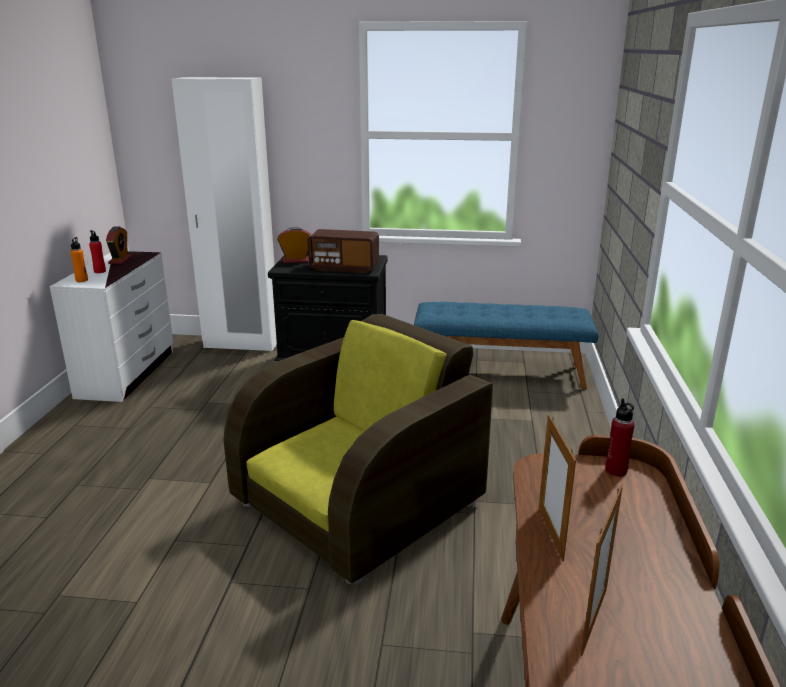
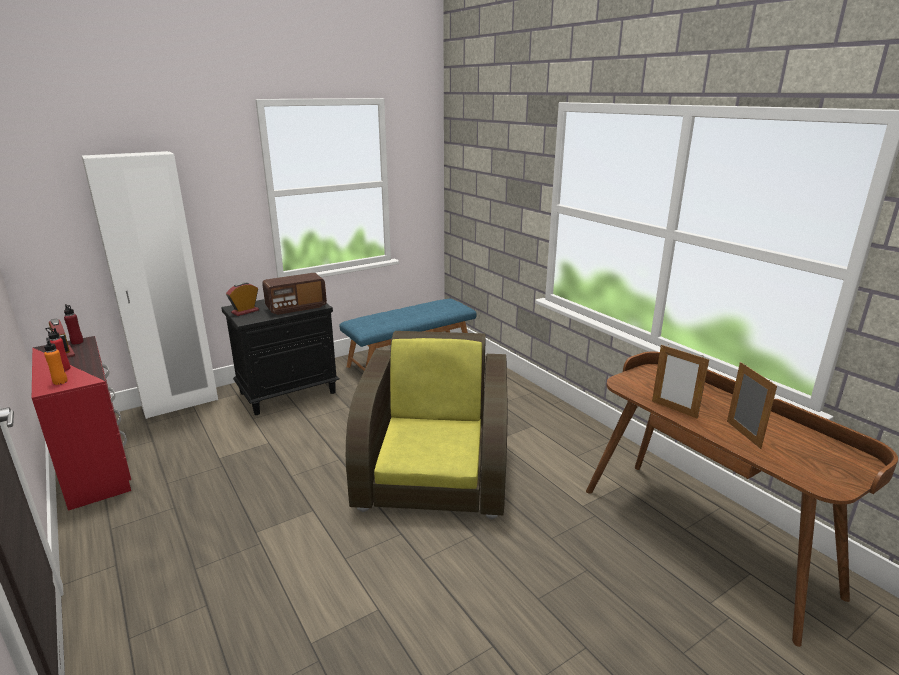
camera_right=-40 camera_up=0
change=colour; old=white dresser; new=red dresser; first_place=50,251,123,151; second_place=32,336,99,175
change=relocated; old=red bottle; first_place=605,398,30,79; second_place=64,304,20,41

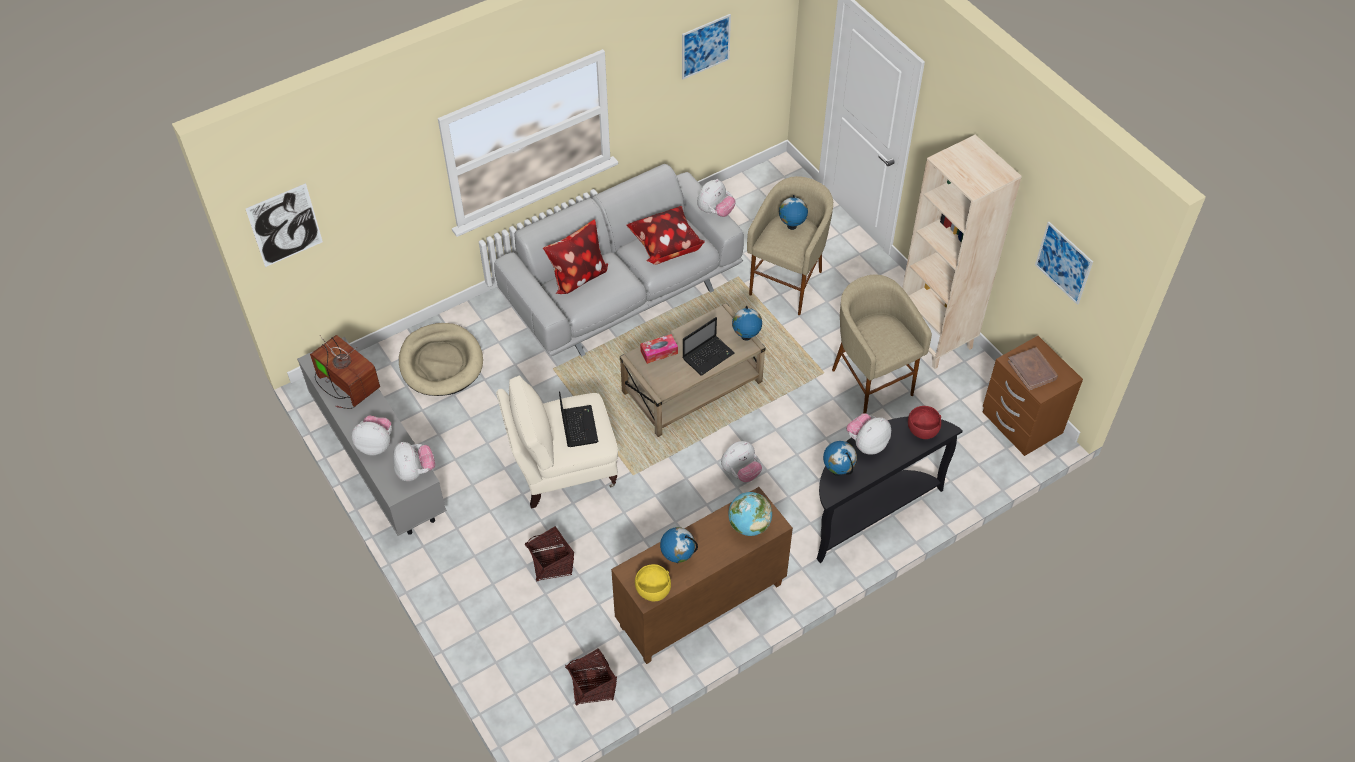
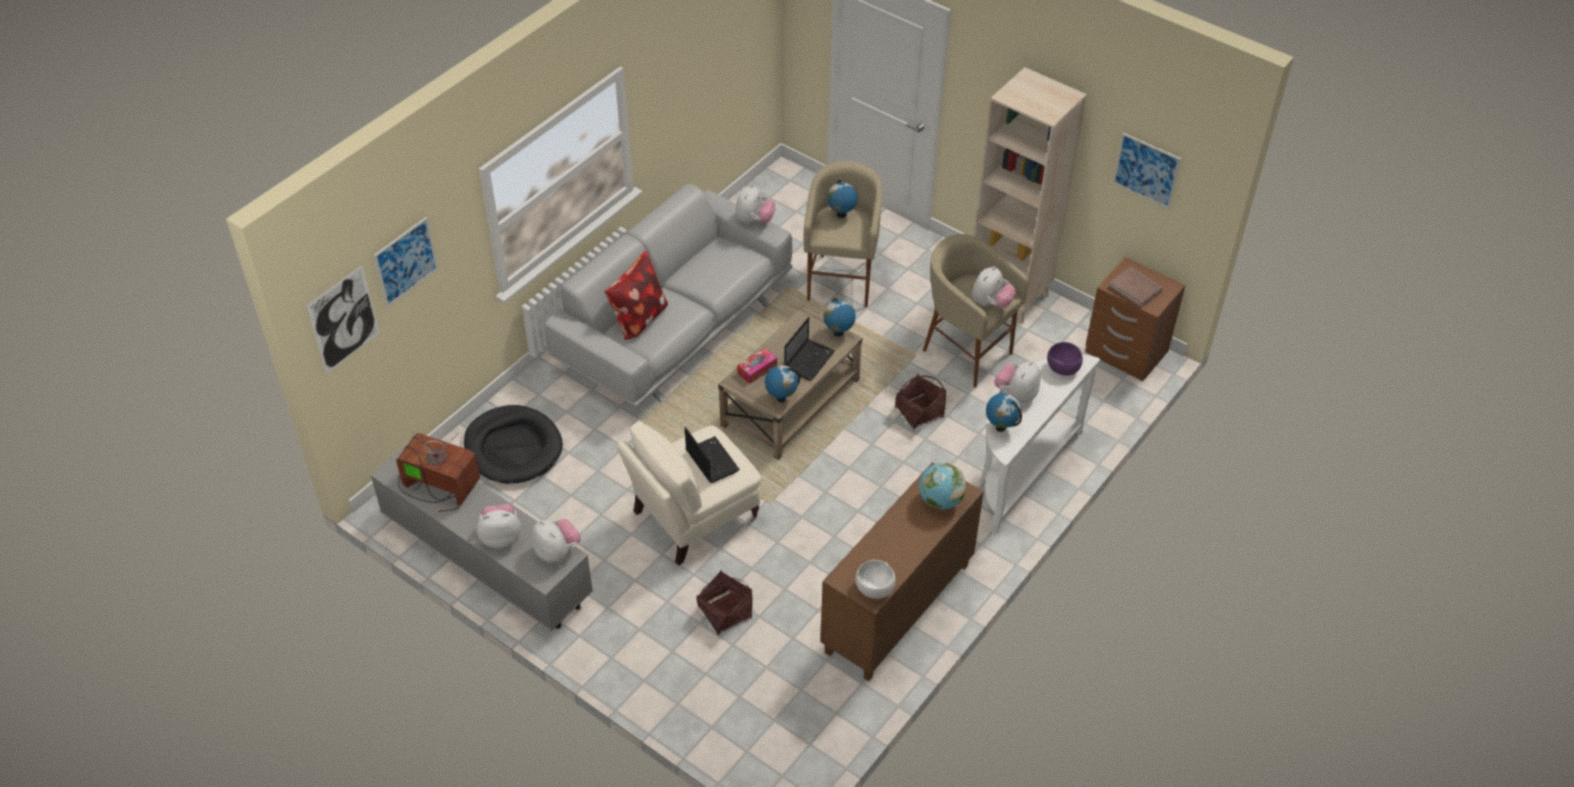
camera_right=-20 camera_up=-5
change=relocated; old=picture; first_place=682,14,49,66; second_place=374,217,64,90
change=missing; old=pillow; first_place=626,206,79,59
change=colour; old=beige dog bed; new=black dog bed; first_place=399,323,84,73; second_place=464,405,99,79
change=colour; old=red bowl; new=purple bowl; first_place=908,406,33,33; second_place=1047,342,36,34
change=colour; old=black console table; new=white console table; first_place=817,416,146,147; second_place=980,354,120,180
change=relocated; old=plush toy; first_place=721,441,41,41; second_place=972,266,44,43
change=relocated; old=globe; first_place=660,527,38,36; second_place=765,365,35,37
change=colour; old=yellow bowl; new=white bowl; first_place=635,564,36,37; second_place=856,560,40,39
change=relocated; old=basket; first_place=565,648,52,58; second_place=895,374,52,56

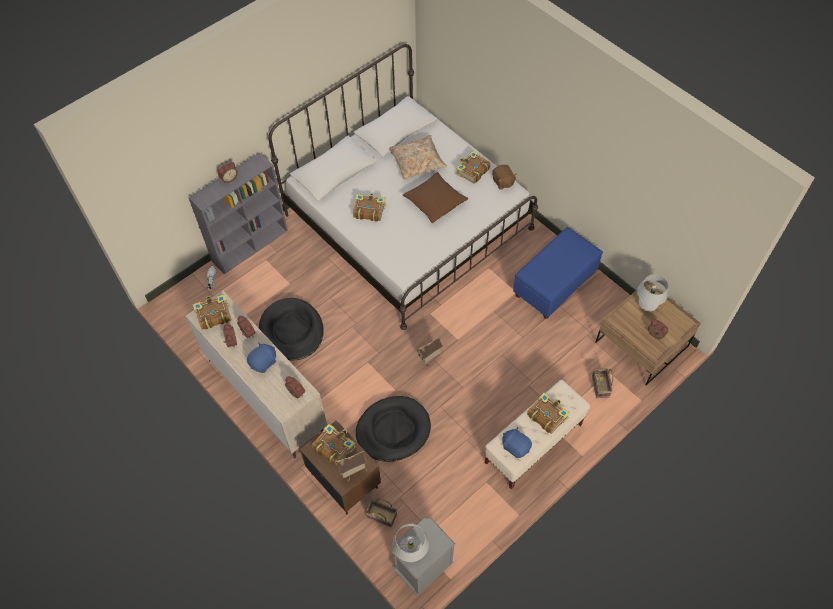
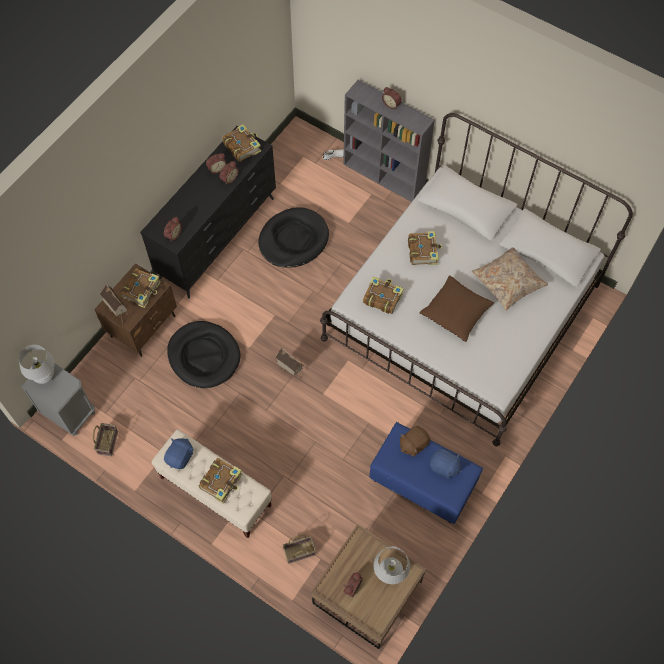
camera_right=75 camera_up=5
change=relocated; old=book; first_place=456,151,35,33; second_place=363,276,41,38
change=relocated; old=brown plush toy; first_place=492,165,25,25; second_place=400,426,31,31
change=colour; old=beige dresser; new=black dresser; first_place=186,290,141,169; second_place=140,126,136,173
change=relocated; old=blue plush toy; first_place=247,342,29,31; second_place=430,449,32,30
change=relocated; old=basket; first_place=365,498,32,30; second_place=93,423,25,33

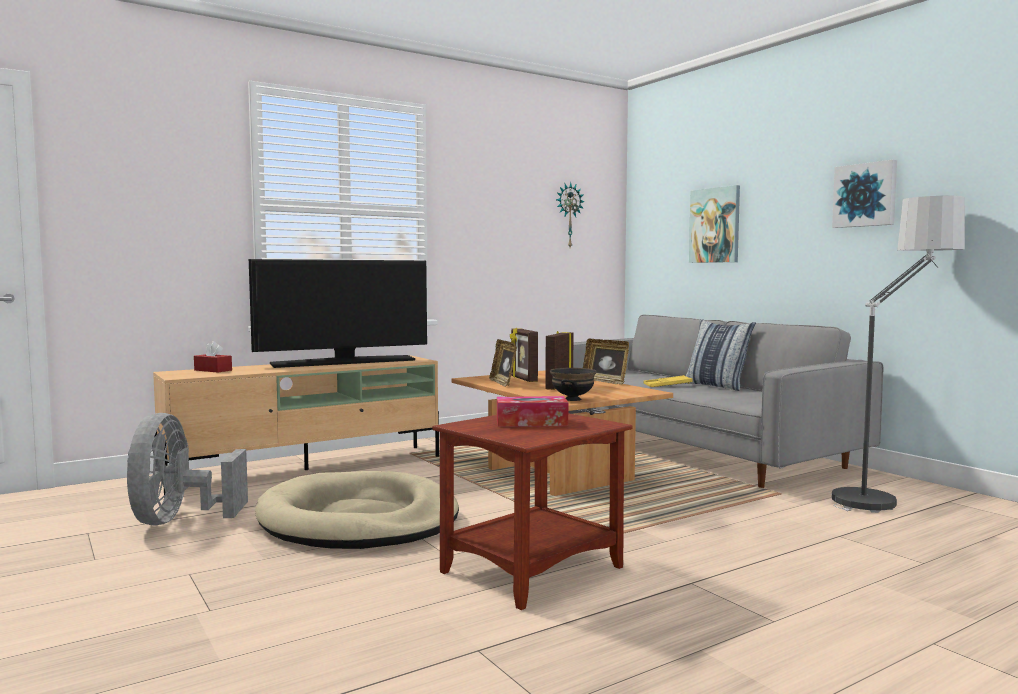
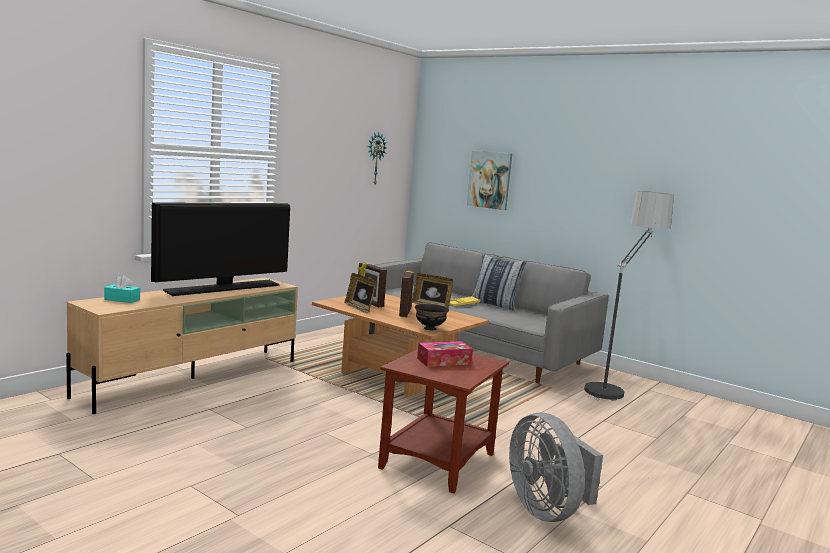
camera_right=-20 camera_up=5
change=missing; old=picture; first_place=832,160,65,68
change=colour; old=red tissue box; new=turquoise tissue box; first_place=194,341,38,32; second_place=104,275,36,28
change=relocated; old=grey fan; first_place=127,413,121,112; second_place=509,412,94,110
change=missing; old=beige dog bed; first_place=255,471,204,78

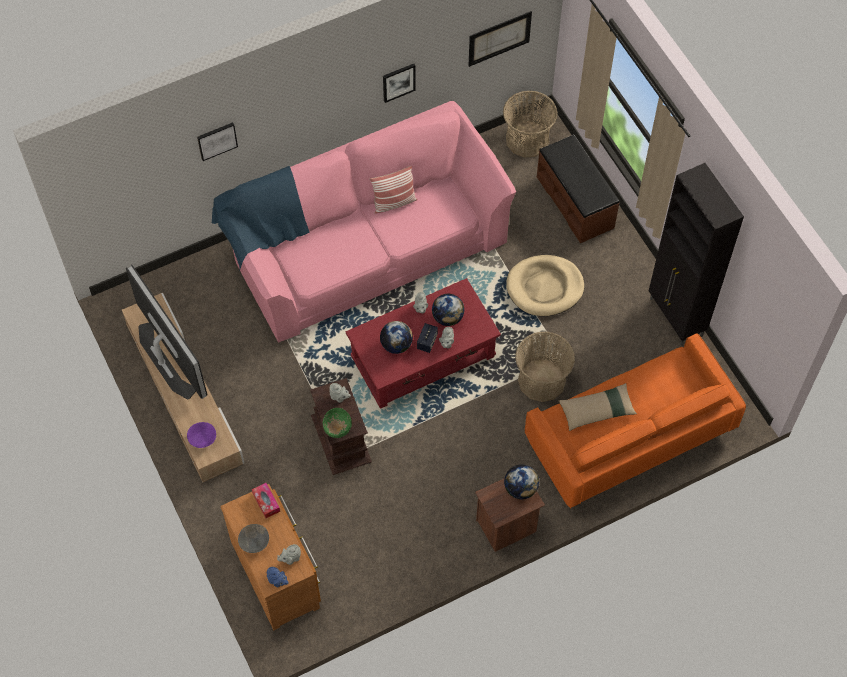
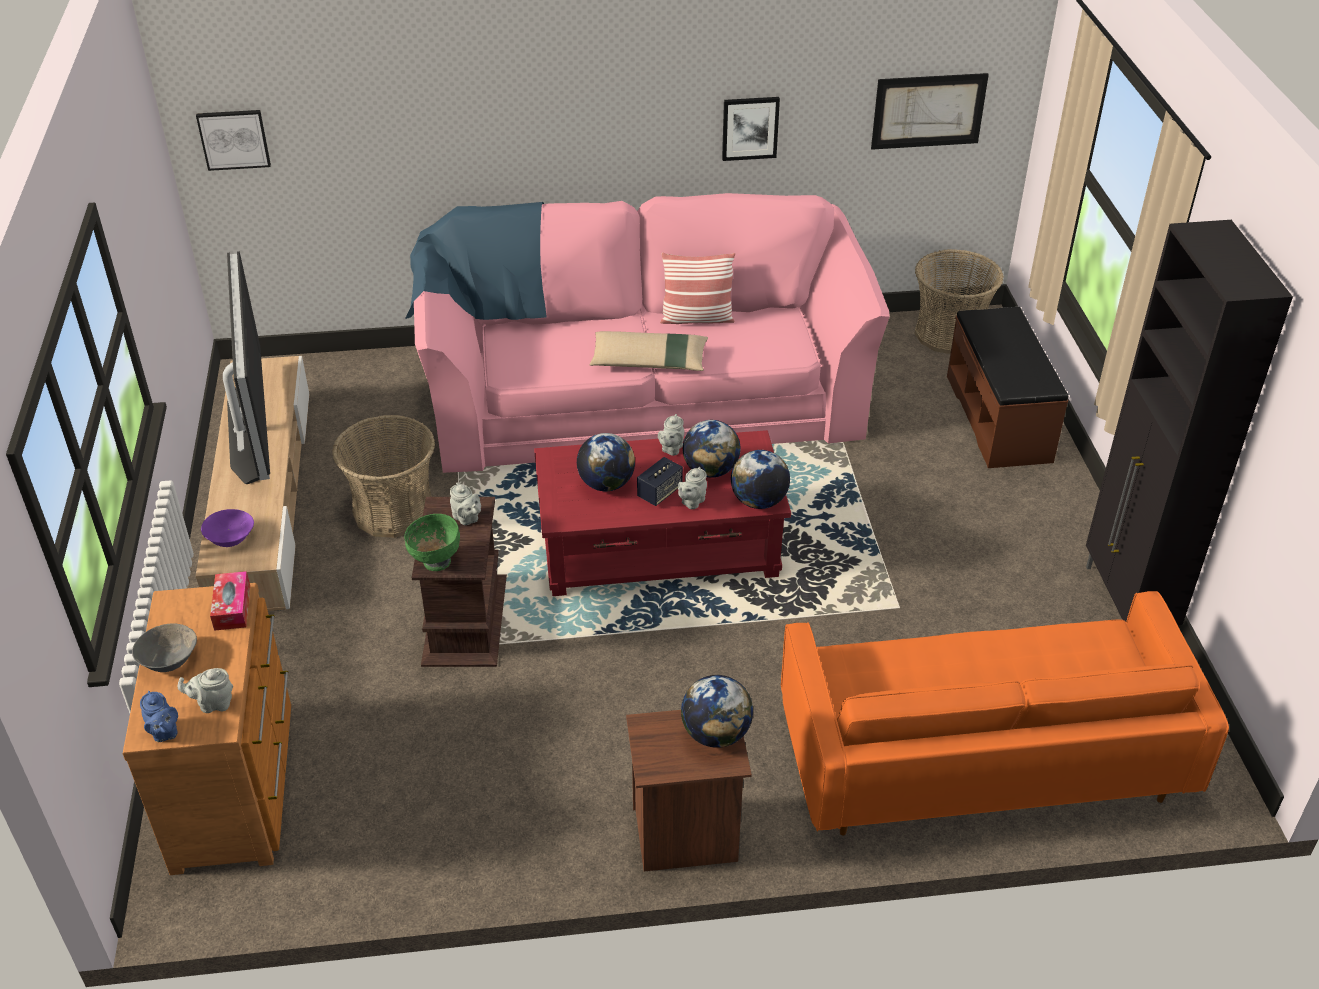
camera_right=20 camera_up=-20
change=relocated; old=picture; first_place=197,123,41,38; second_place=196,110,75,61
change=missing; old=beige dog bed; first_place=506,255,78,61
change=relocated; old=basket; first_place=515,332,60,70; second_place=332,415,103,123
change=relocated; old=beige pillow; first_place=558,383,79,48; second_place=589,331,119,40
change=appeared; new=globe; second_place=731,450,59,59

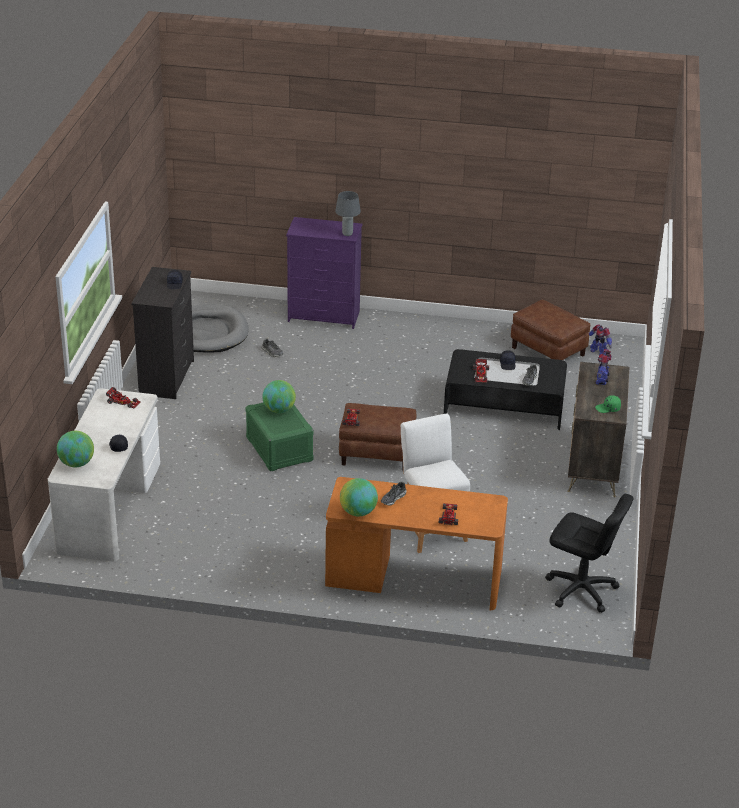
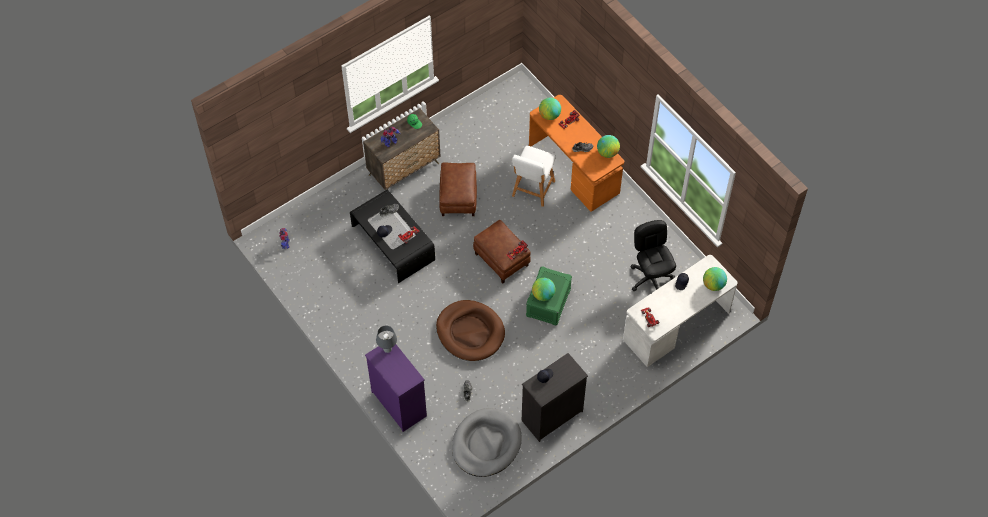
camera_right=-135 camera_up=25
change=relocated; old=brown ottoman; first_place=511,299,79,61; second_place=439,163,38,53
change=relocated; old=black office chair; first_place=545,494,88,119; second_place=630,220,46,71
change=appeared; new=globe; second_place=539,98,22,22
change=appeared; new=brown dog bed; second_place=436,300,69,61

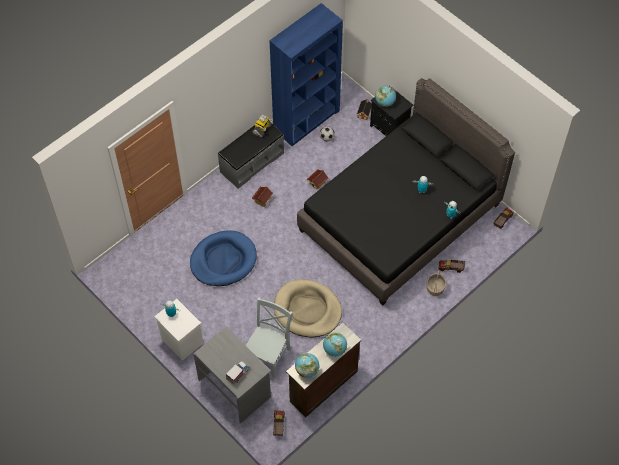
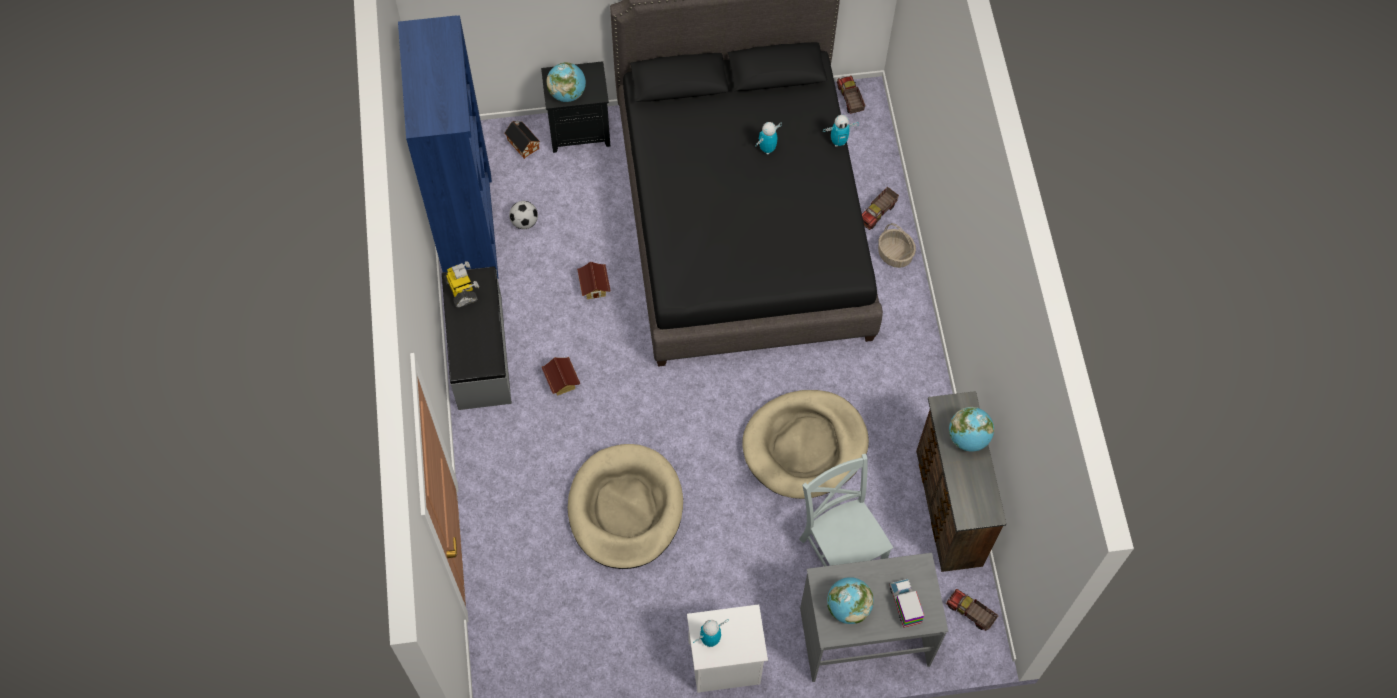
camera_right=-55 camera_up=5
change=colour; old=blue dog bed; new=beige dog bed; first_place=190,230,67,56; second_place=568,444,115,125
change=relocated; old=globe; first_place=295,353,24,25; second_place=827,577,47,47

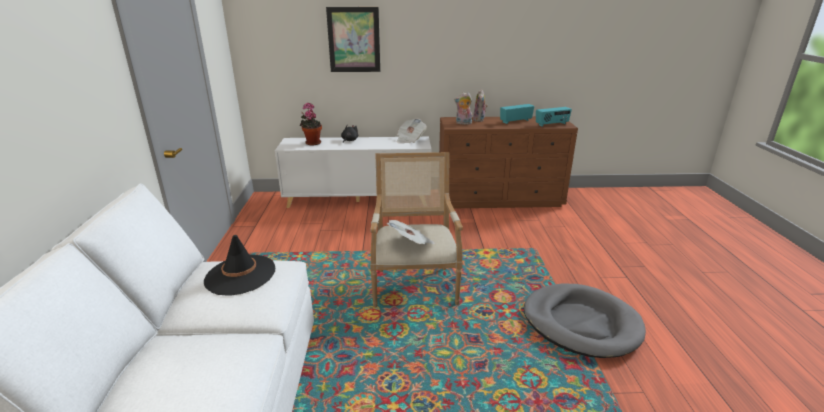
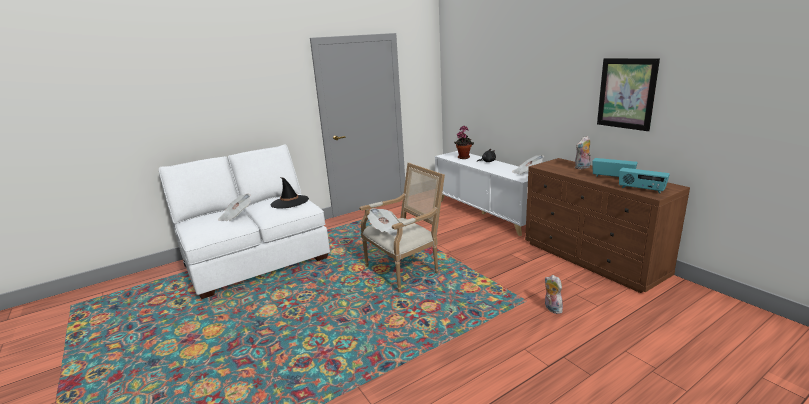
camera_right=60 camera_up=-5
change=relocated; old=picture; first_place=326,7,54,65; second_place=597,58,63,73
change=relocated; old=plush toy; first_place=454,92,18,33; second_place=545,275,18,39
change=missing; old=grey dog bed; first_place=524,283,122,75
change=appeared; new=newspaper; second_place=218,194,33,27

